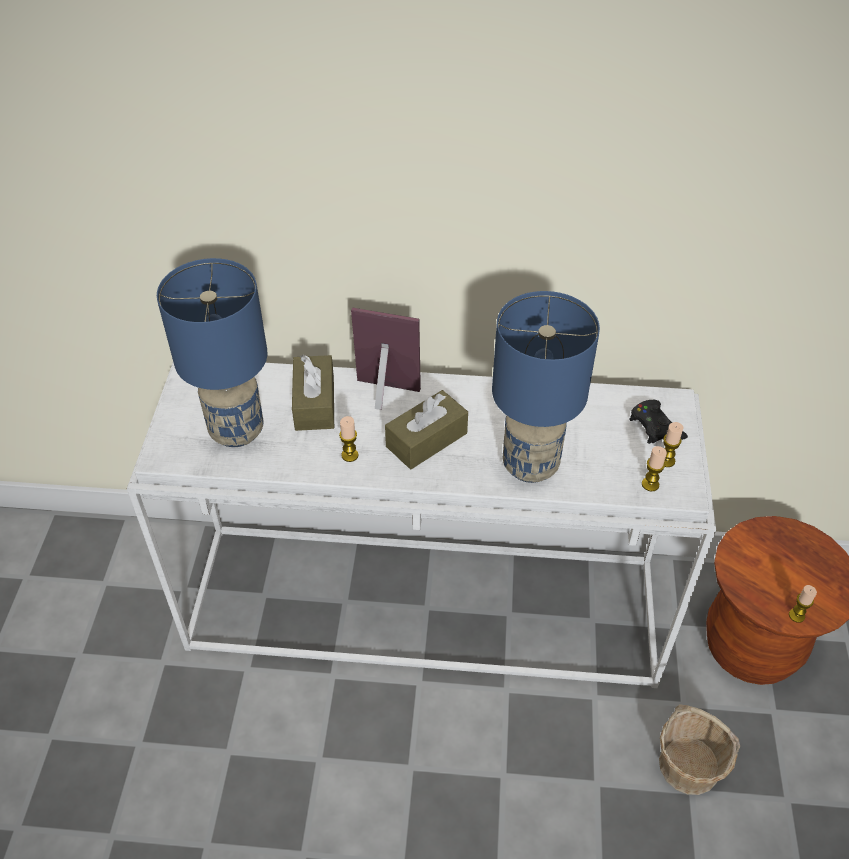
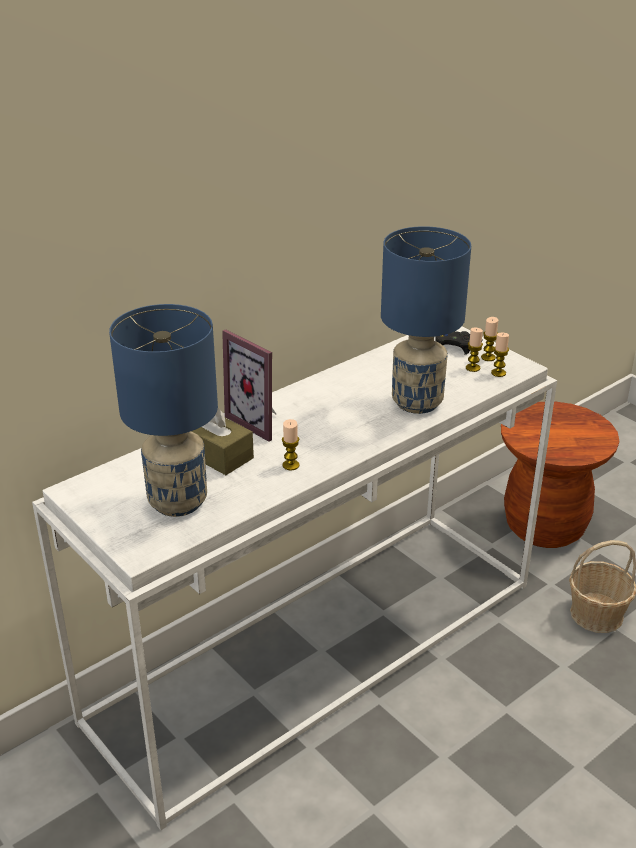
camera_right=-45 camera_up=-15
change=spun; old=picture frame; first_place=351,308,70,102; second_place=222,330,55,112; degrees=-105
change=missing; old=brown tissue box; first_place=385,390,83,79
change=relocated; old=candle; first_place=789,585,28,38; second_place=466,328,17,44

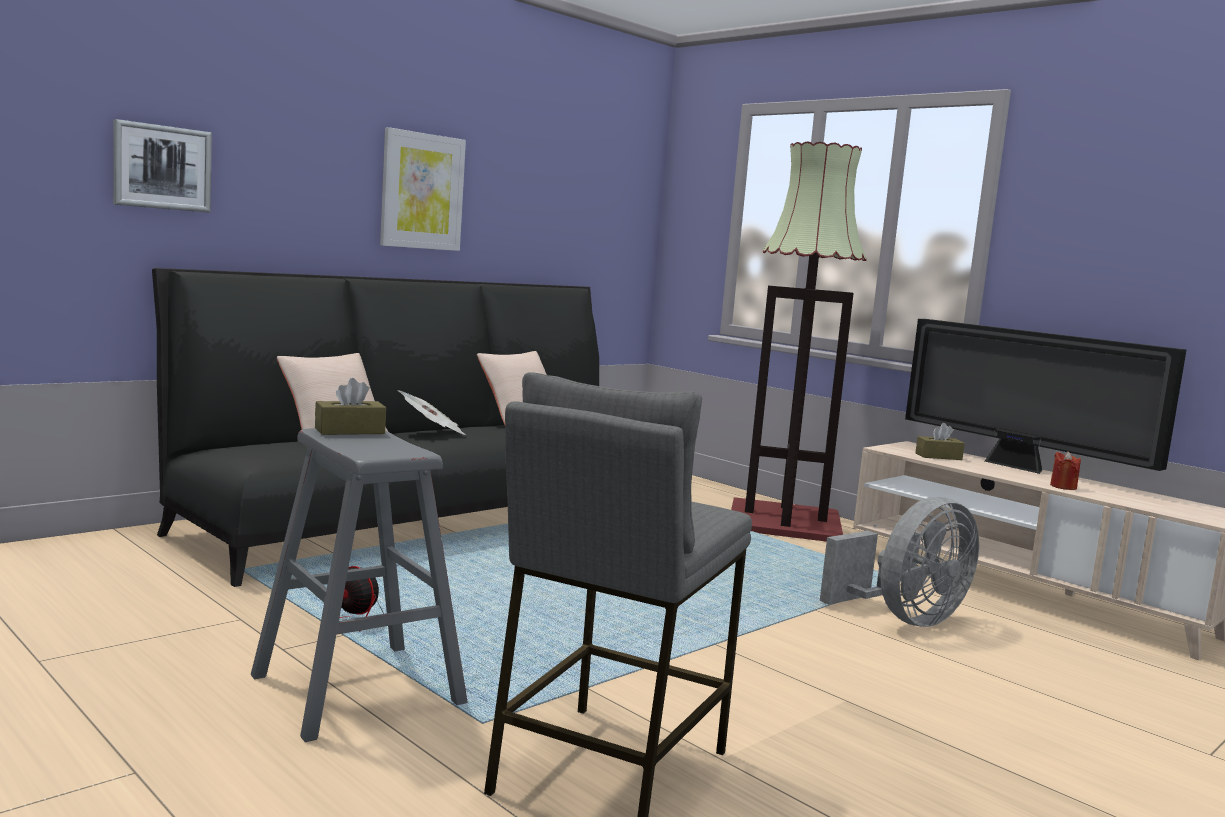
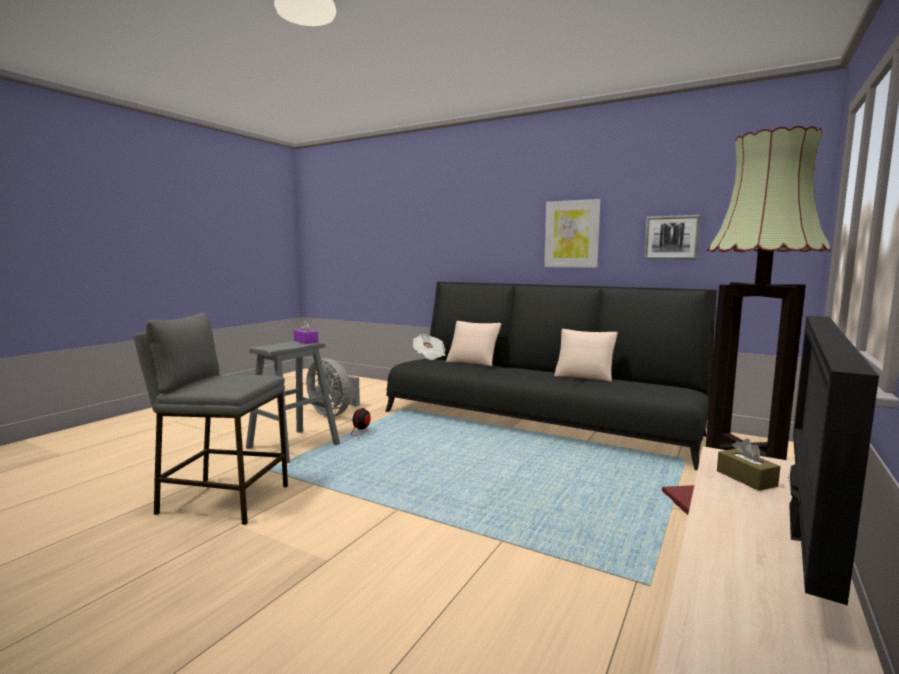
camera_right=75 camera_up=0
change=relocated; old=picture; first_place=113,119,99,94; second_place=644,215,56,44
change=colour; old=brown tissue box; new=purple tissue box; first_place=315,378,71,57; second_place=294,320,24,24
change=relocated; old=newspaper; first_place=397,390,68,45; second_place=413,334,33,26
change=missing; old=red candle; first_place=1050,451,31,39
change=relocated; old=grey fan; first_place=820,497,159,130; second_place=306,358,54,58

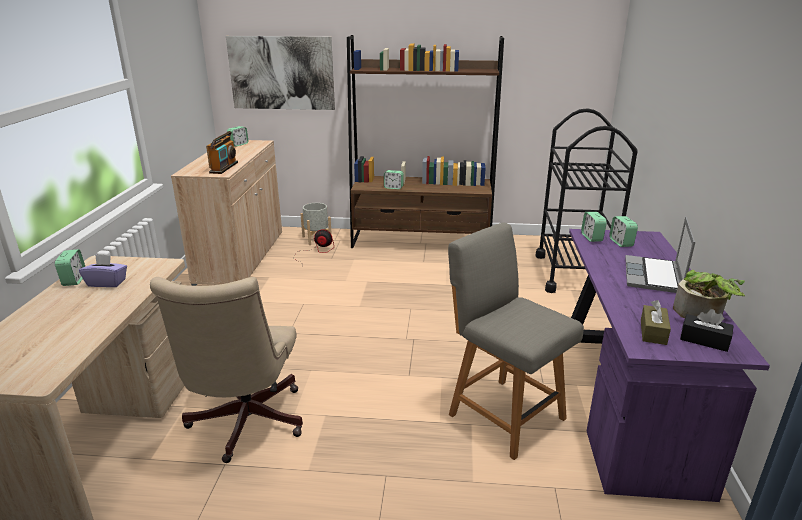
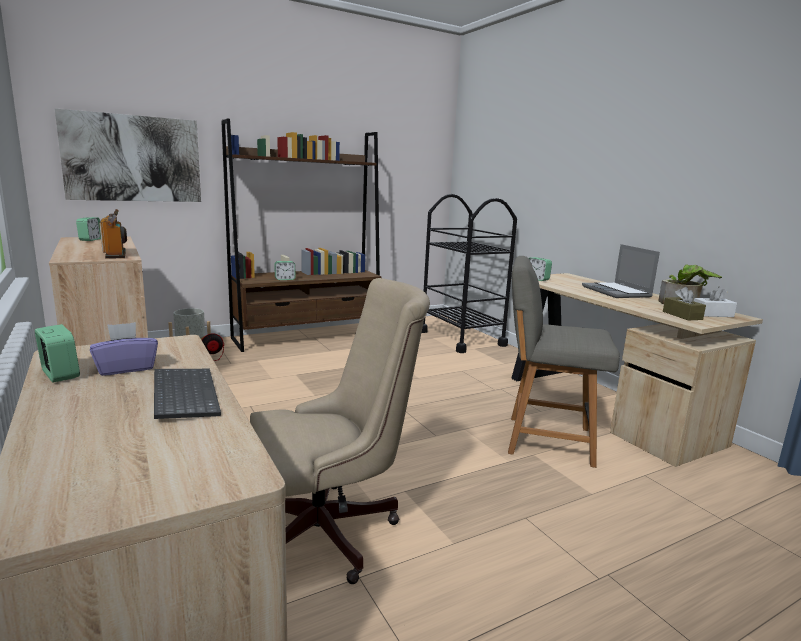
camera_right=-35 camera_up=-10
change=missing; old=alarm clock; first_place=609,216,29,31
change=colour; old=purple desk; new=beige desk; first_place=569,229,201,273; second_place=511,273,252,194
change=spun; old=beige office chair; first_place=150,277,153,186; second_place=250,278,180,306; degrees=-75
change=colour; old=black tissue box; new=white tissue box; first_place=680,309,54,43; second_place=694,287,43,30
change=appeared; new=keyboard; second_place=154,369,67,50

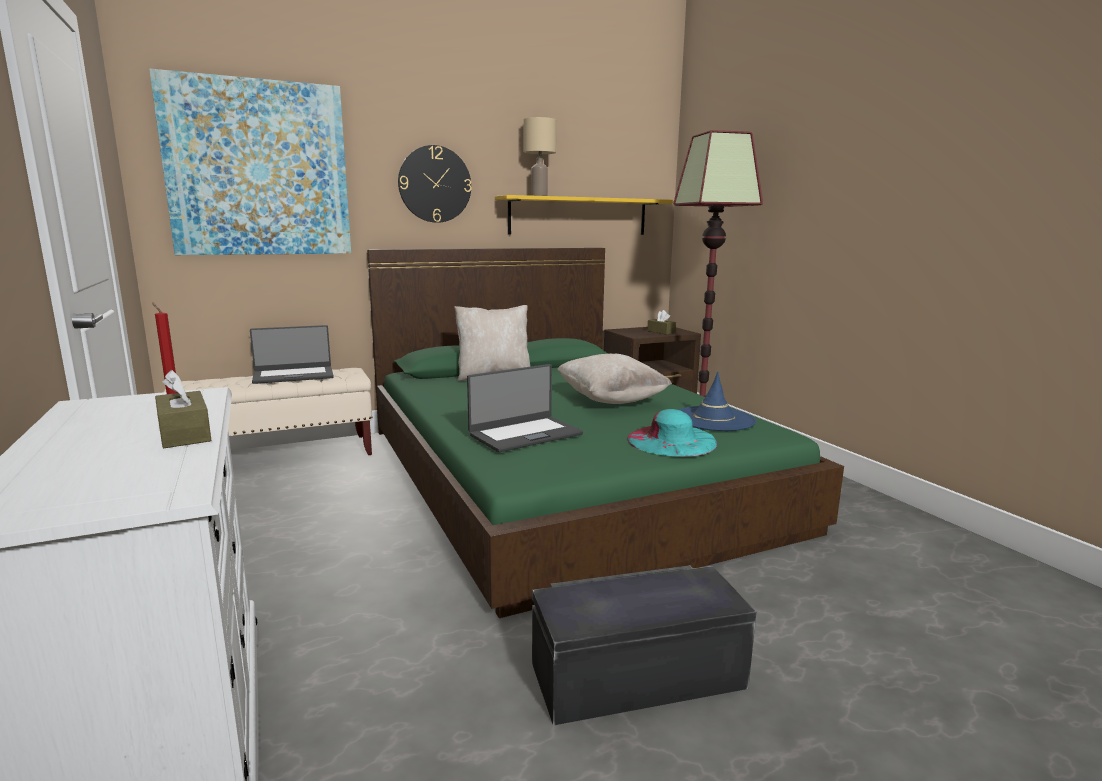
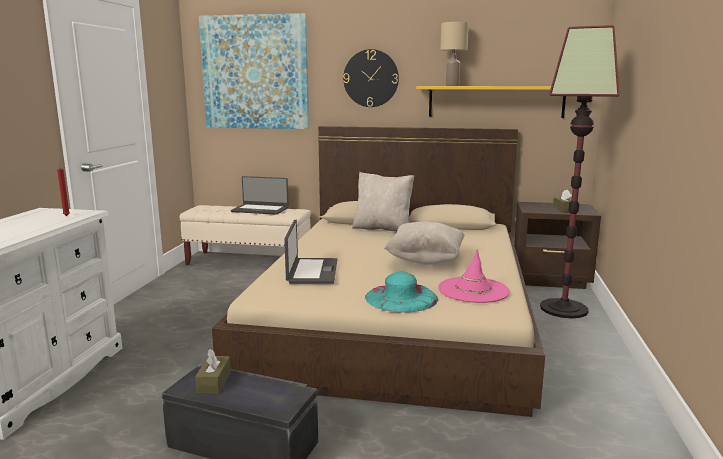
camera_right=35 camera_up=0
change=colour; old=green bed; new=beige bed; first_place=367,248,477,370; second_place=212,126,333,291
change=spun; old=laptop; first_place=467,364,116,88; second_place=284,220,54,64; degrees=-90
change=relocated; old=brown tissue box; first_place=155,370,56,78; second_place=195,349,36,45
change=colour; old=blue hat; new=pink hat; first_place=679,372,77,59; second_place=438,249,72,54

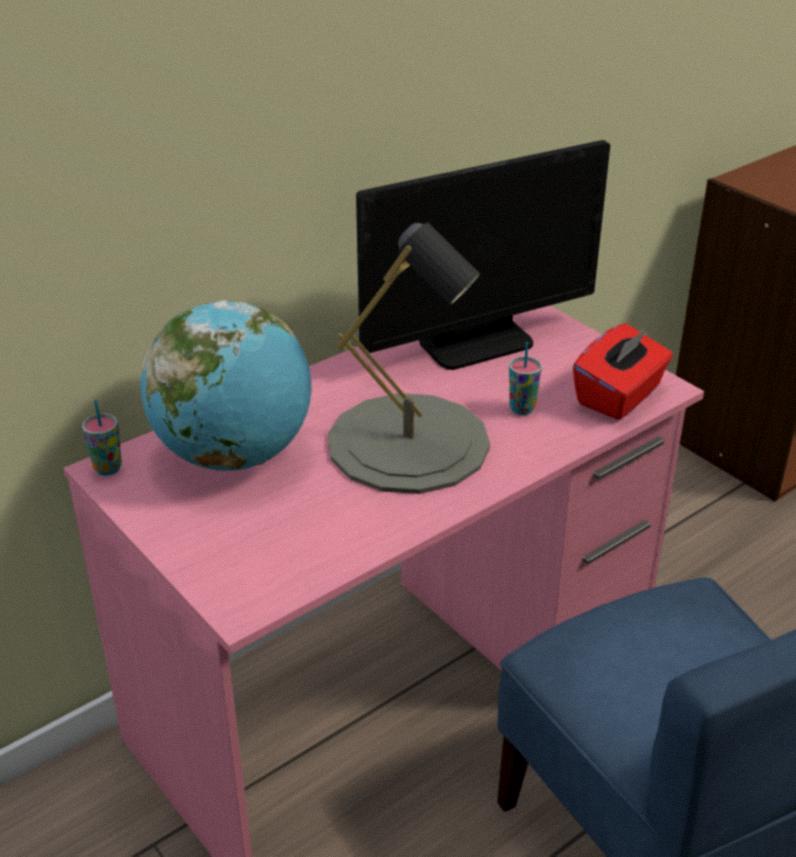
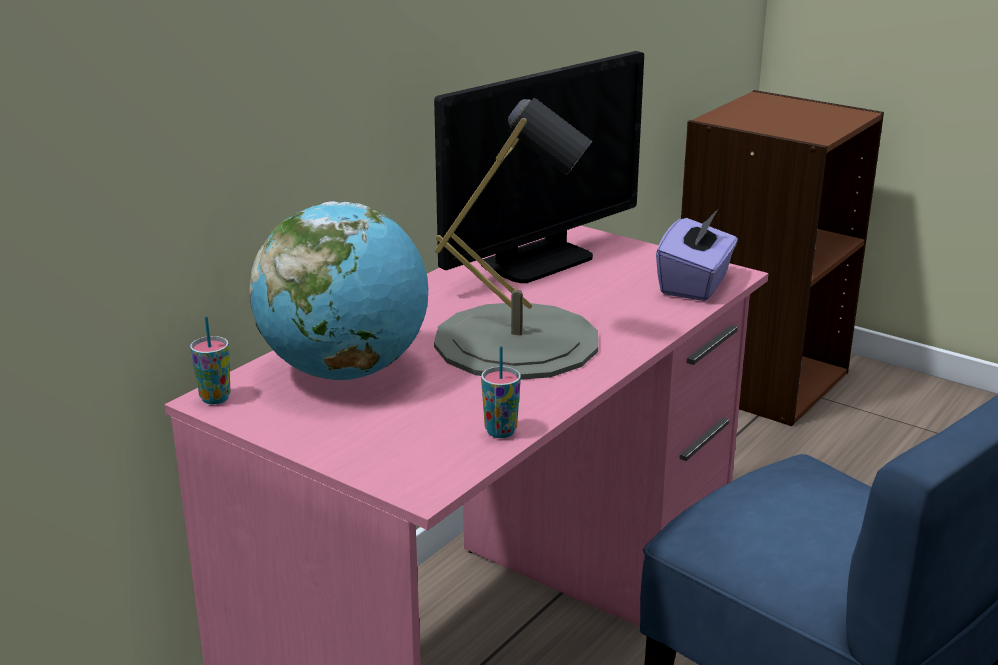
camera_right=-15 camera_up=-10
change=colour; old=red tissue box; new=purple tissue box; first_place=573,324,100,96; second_place=656,211,82,90
change=relocated; old=cup; first_place=509,342,33,73; second_place=481,346,40,92

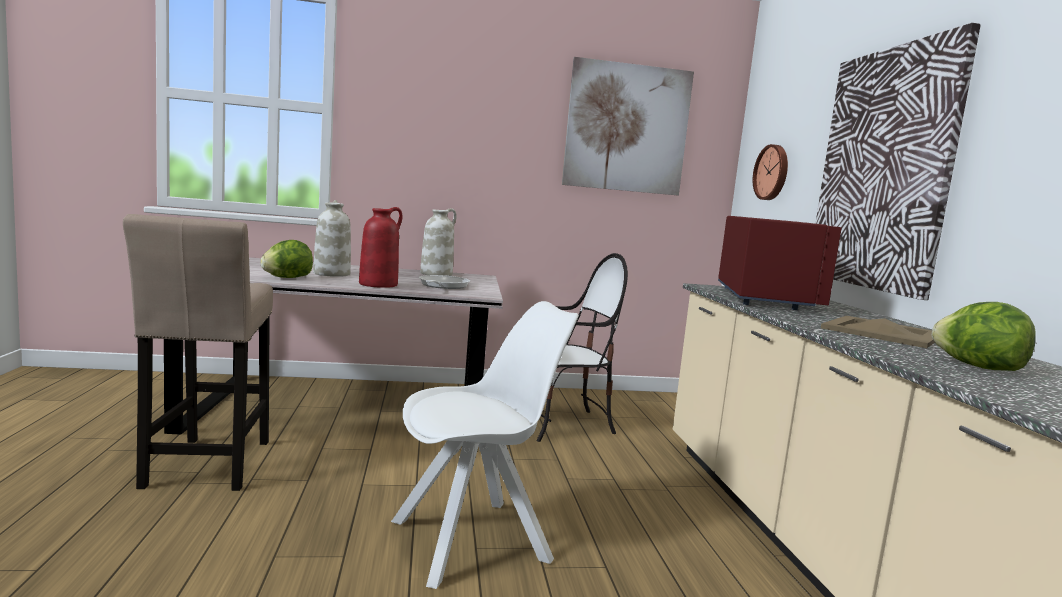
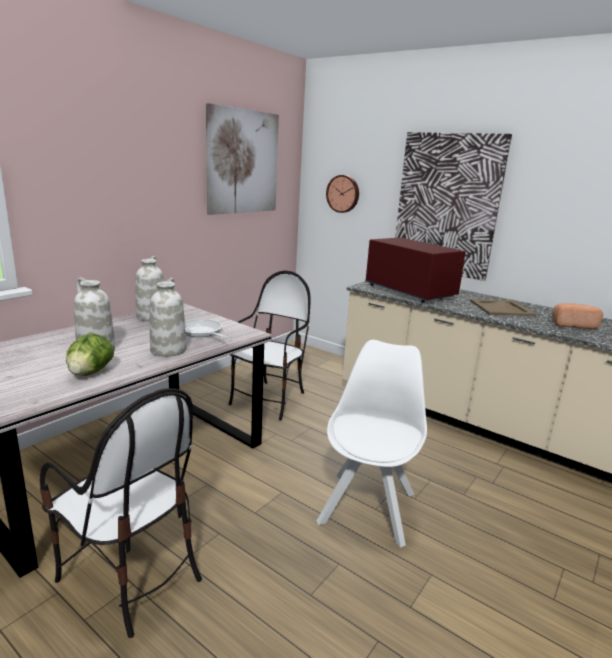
camera_right=-45 camera_up=10
change=colour; old=red vase; new=white vase; first_place=359,207,44,81; second_place=150,278,36,79
change=exchanged; old=beige stool; new=chair; first_place=123,214,150,277; second_place=40,388,162,250
change=exchanged; old=lettuce; new=bread; first_place=932,302,104,69; second_place=552,303,51,26

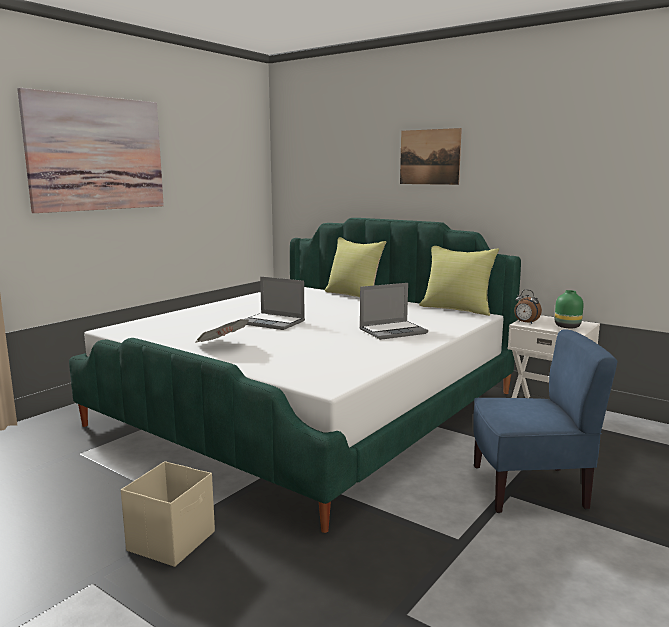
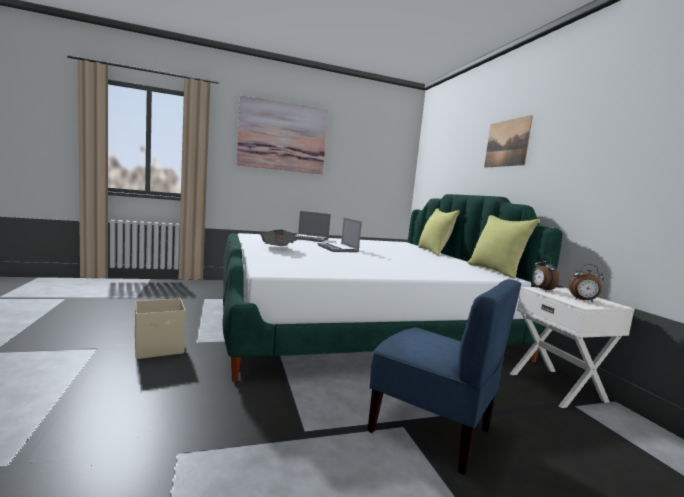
camera_right=35 camera_up=-5
change=relocated; old=laptop; first_place=359,283,69,57; second_place=294,211,37,31
change=exchanged; old=green vase; new=alarm clock; first_place=555,290,29,38; second_place=569,264,35,38

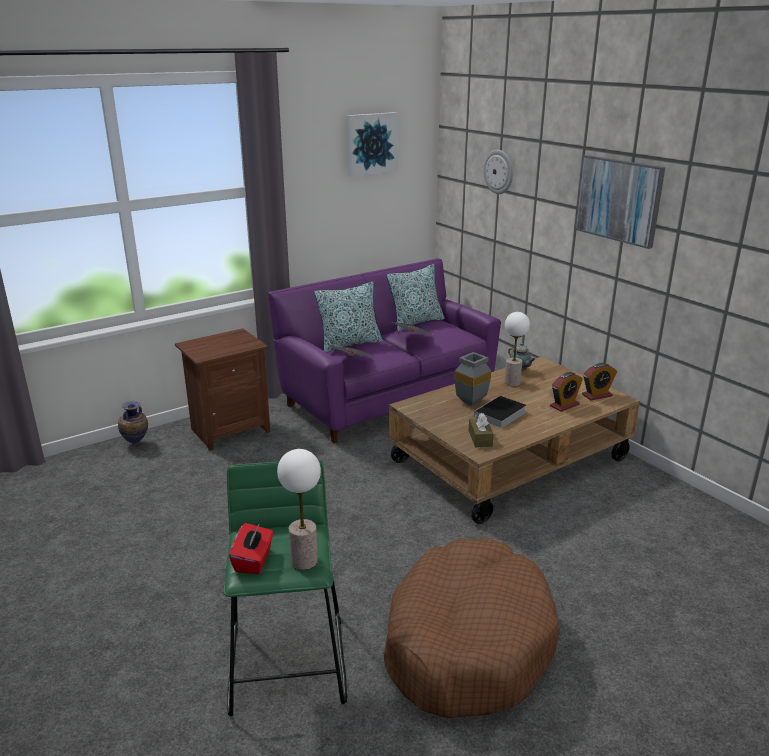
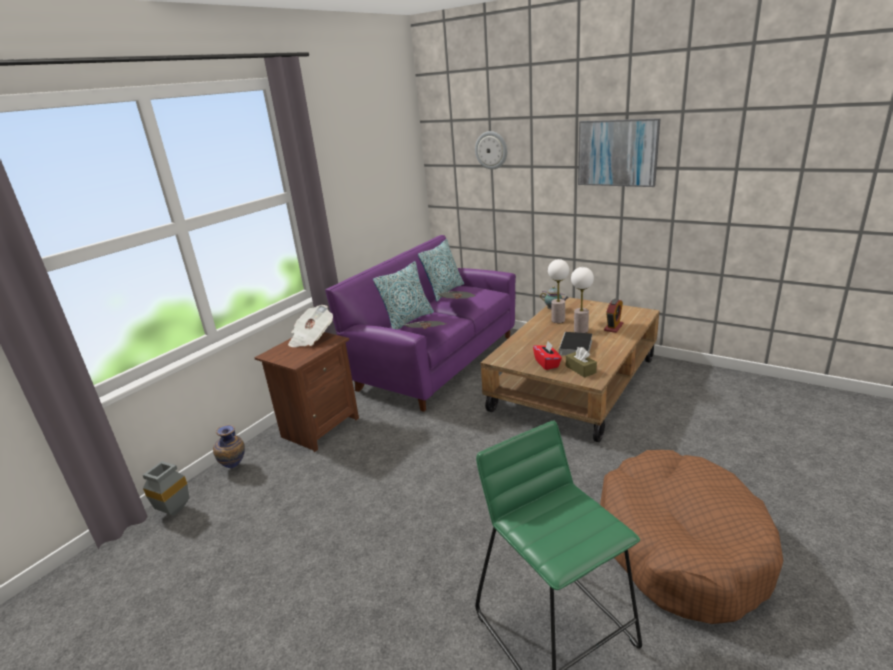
camera_right=-20 camera_up=0
change=missing; old=picture; first_place=346,112,52,65
change=relocated; old=grey vase; first_place=454,352,37,54; second_place=143,461,46,55
change=missing; old=alarm clock; first_place=582,363,35,38
change=relocated; old=table lamp; first_place=277,449,44,121; second_place=571,267,23,66
change=relocated; old=red tissue box; first_place=229,523,44,51; second_place=533,342,29,28
change=appeared; new=newspaper; second_place=288,305,45,42

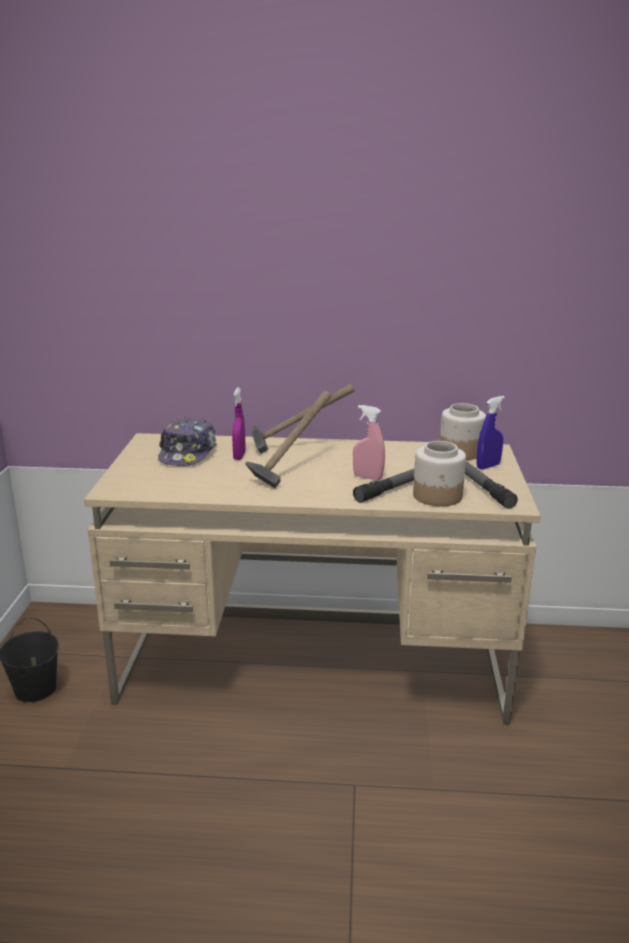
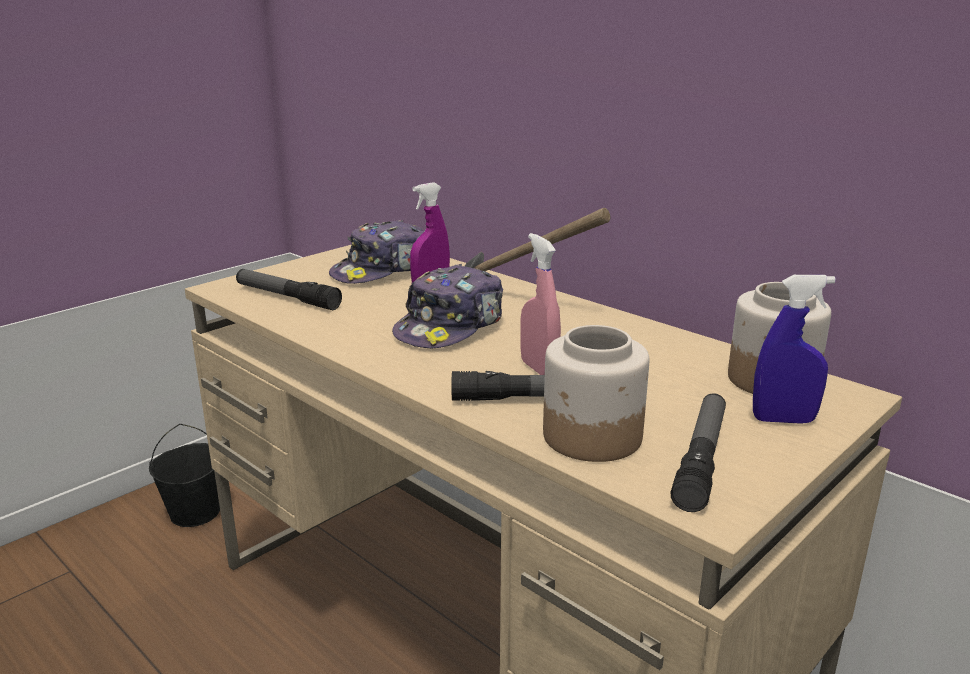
camera_right=40 camera_up=0
change=exchanged; old=hammer; new=cap; first_place=245,391,86,97; second_place=392,264,111,84
change=appeared; new=flashlight; second_place=236,269,106,41

